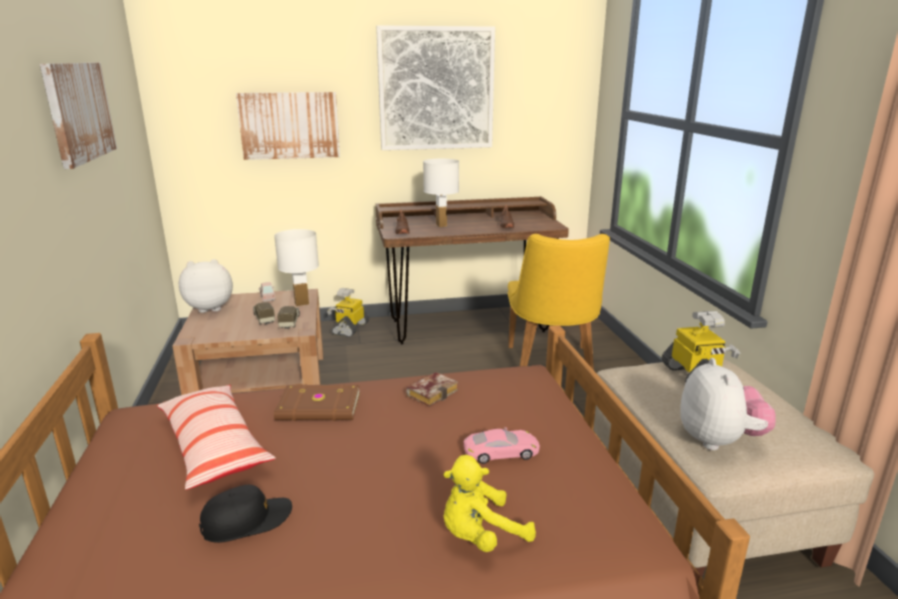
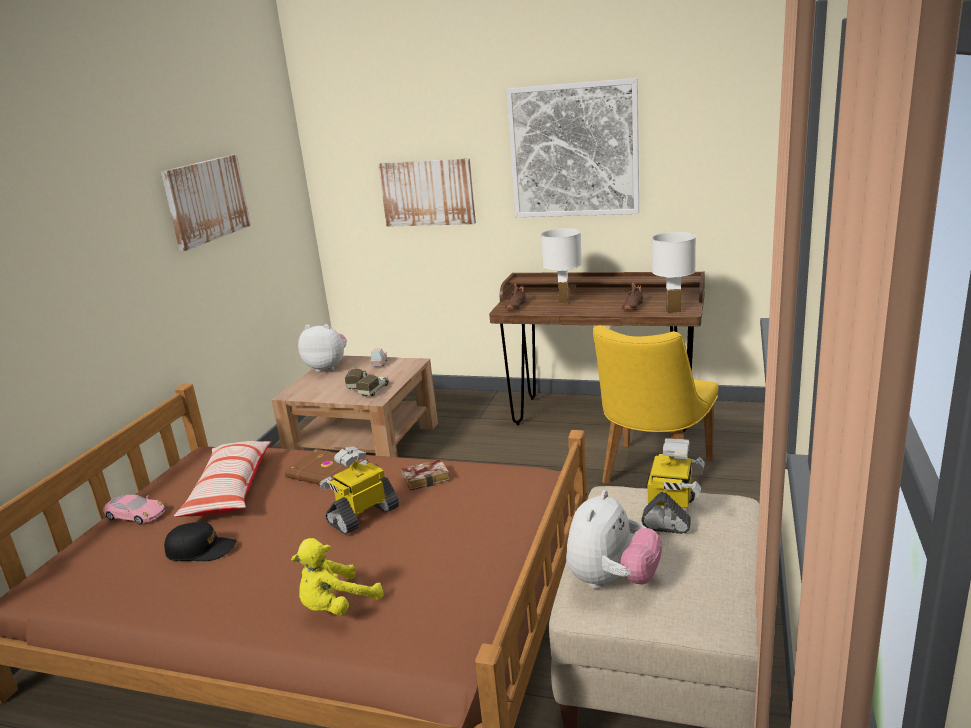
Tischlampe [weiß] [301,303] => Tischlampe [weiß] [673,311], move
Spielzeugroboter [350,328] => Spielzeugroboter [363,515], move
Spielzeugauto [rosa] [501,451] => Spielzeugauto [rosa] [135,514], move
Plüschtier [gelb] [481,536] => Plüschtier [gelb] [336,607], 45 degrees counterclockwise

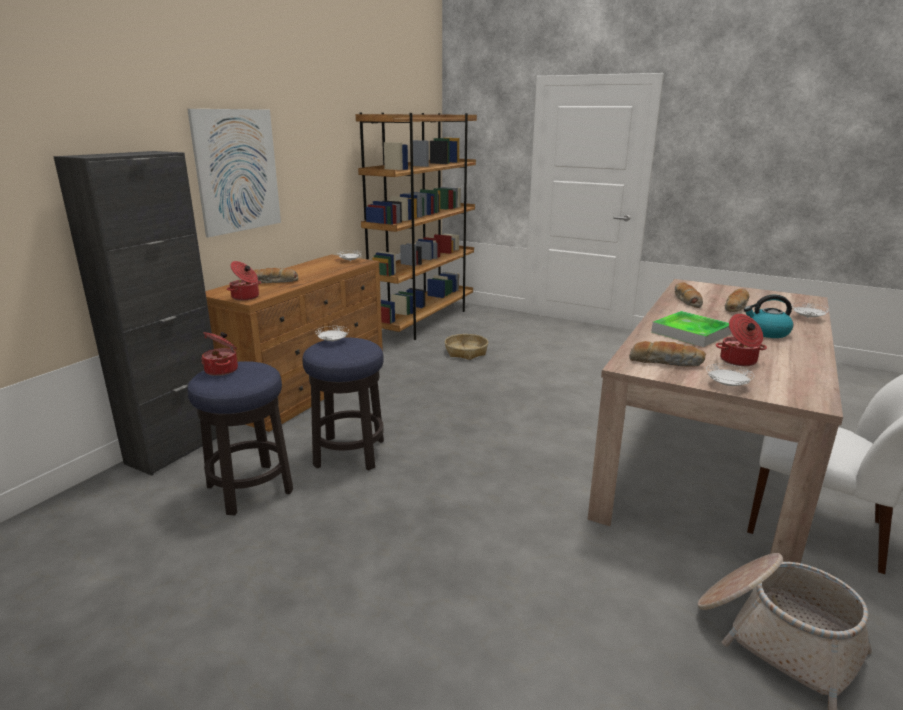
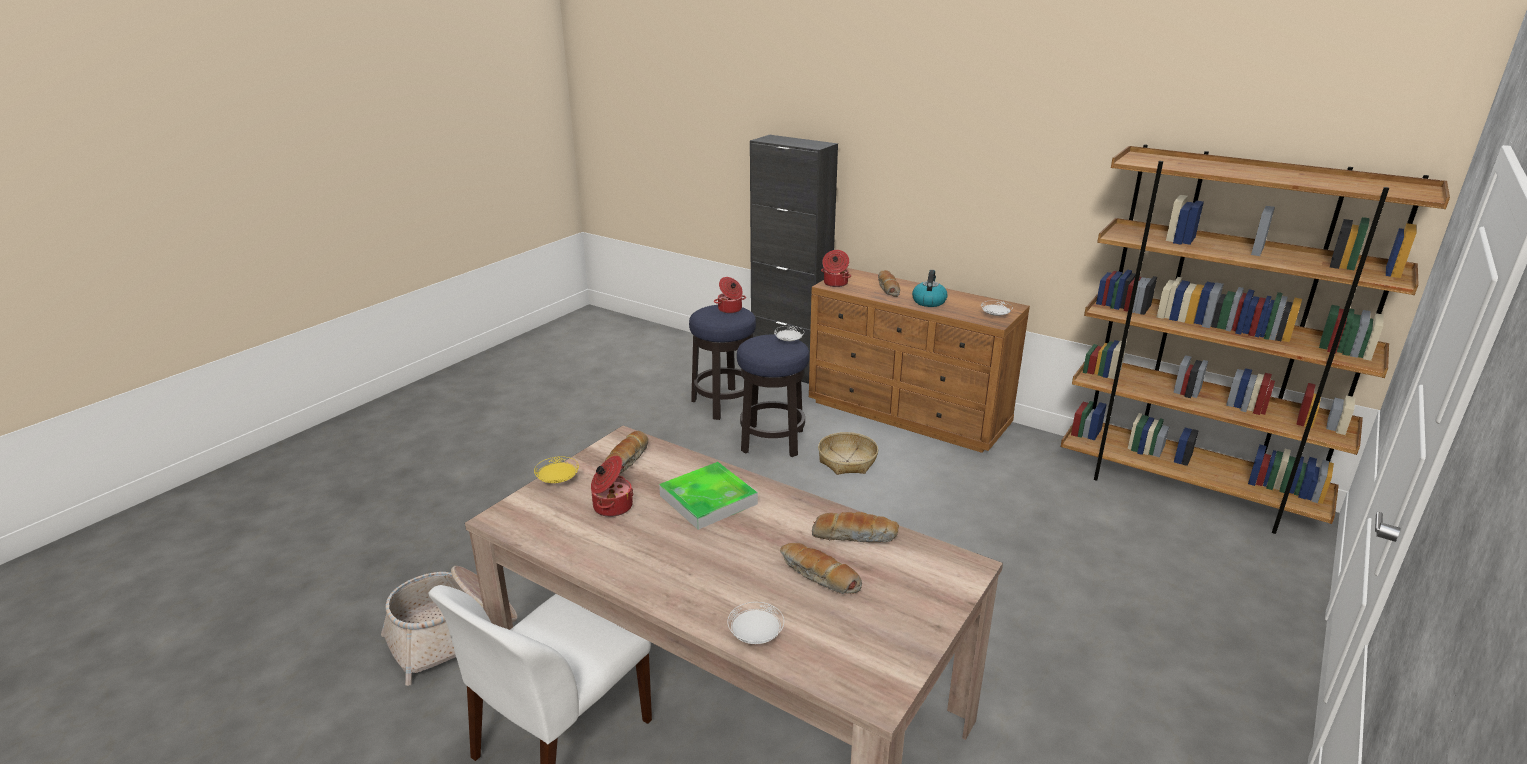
Bild [237,171] => nothing
Wasserkessel [766,332] => Wasserkessel [928,301], move
Korb [466,352] => Korb [847,461], move
Teller [weiß] [727,385] => Teller [gelb] [557,480]

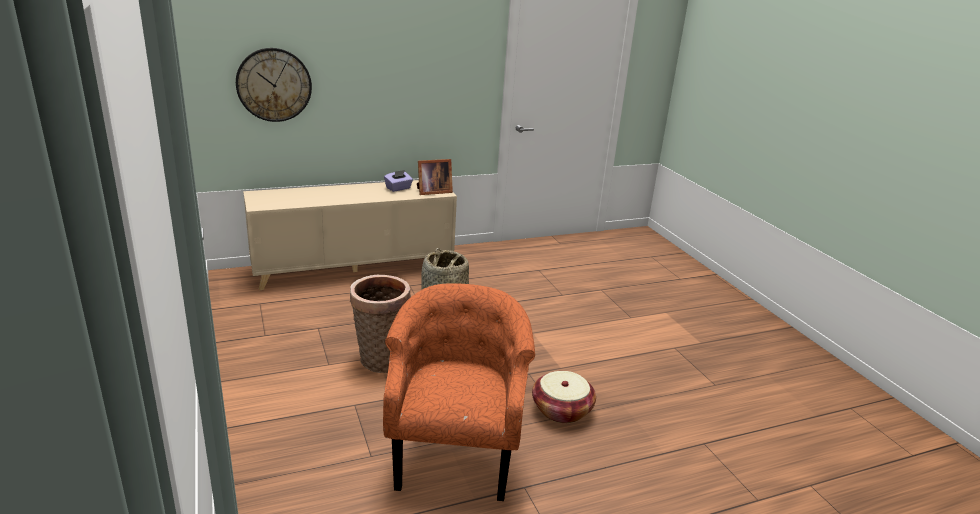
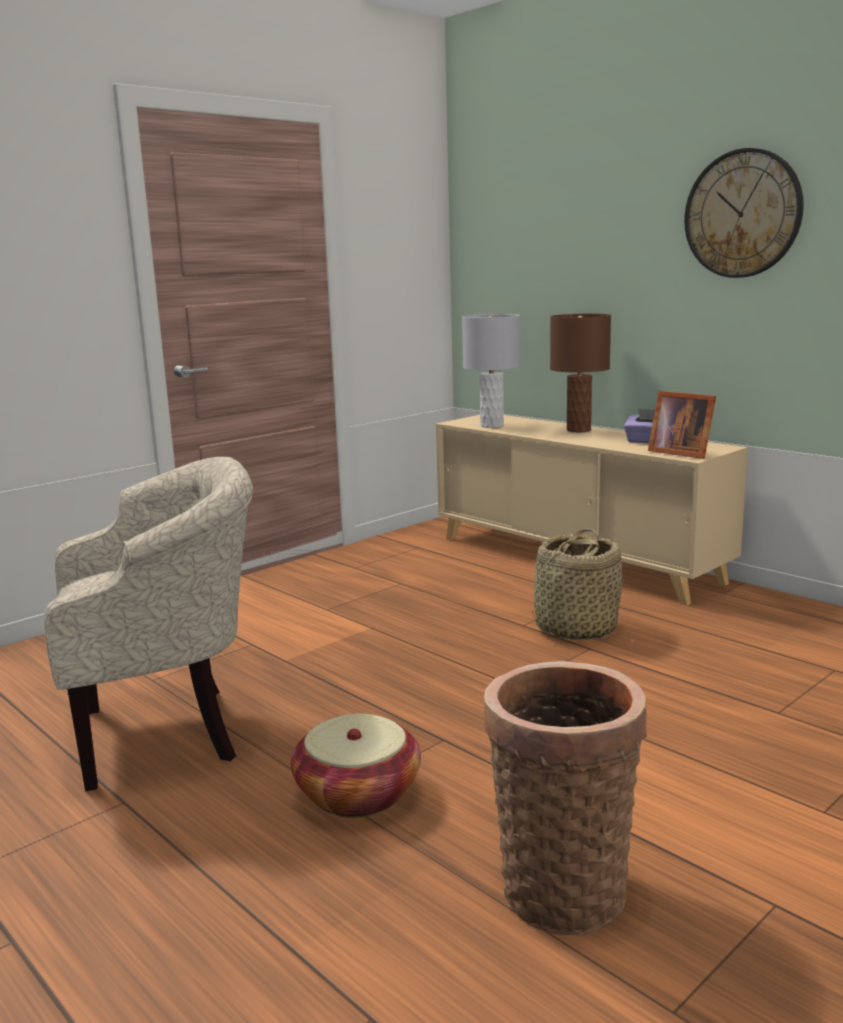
Wanduhr [274,85] => Wanduhr [742,214], move
Korb [380,359] => Korb [562,886], move
Sessel [orange] [454,459] => Sessel [beige] [169,732]
nothing => Tischlampe [grau] [492,425]
nothing => Tischlampe [braun] [579,430]

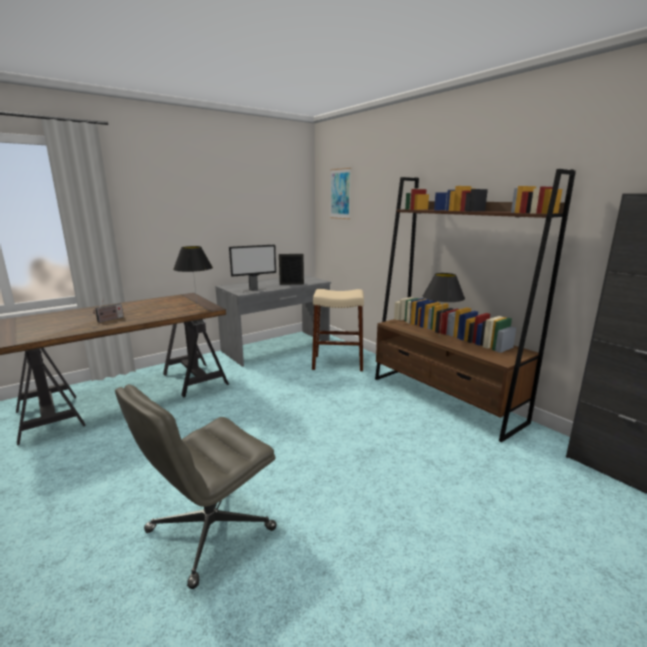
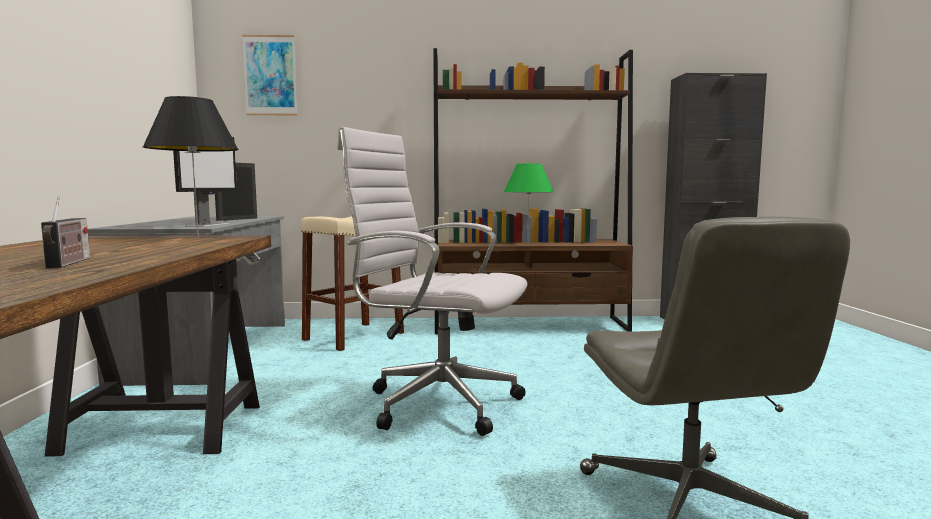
Tischlampe [schwarz] [439,337] => Tischlampe [grün] [527,243]
nothing => Bürostuhl [weiß] [436,402]

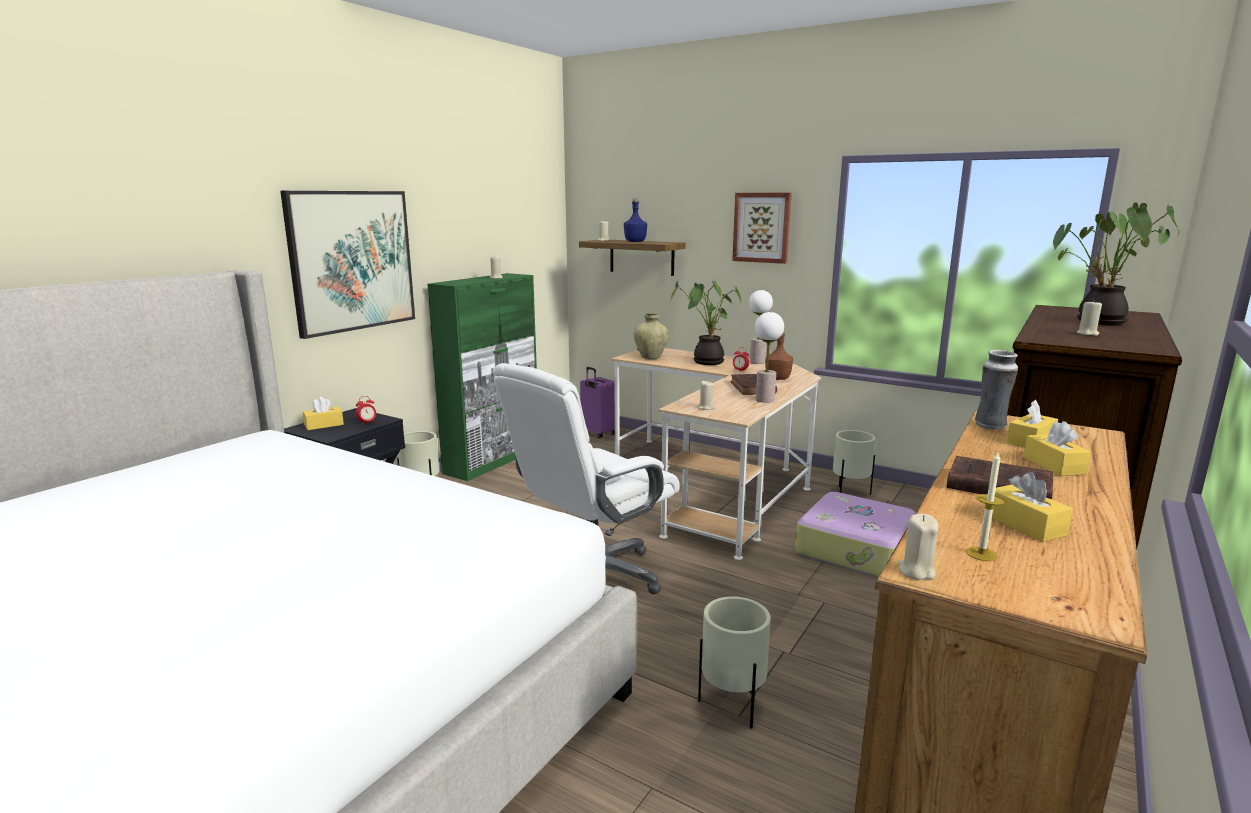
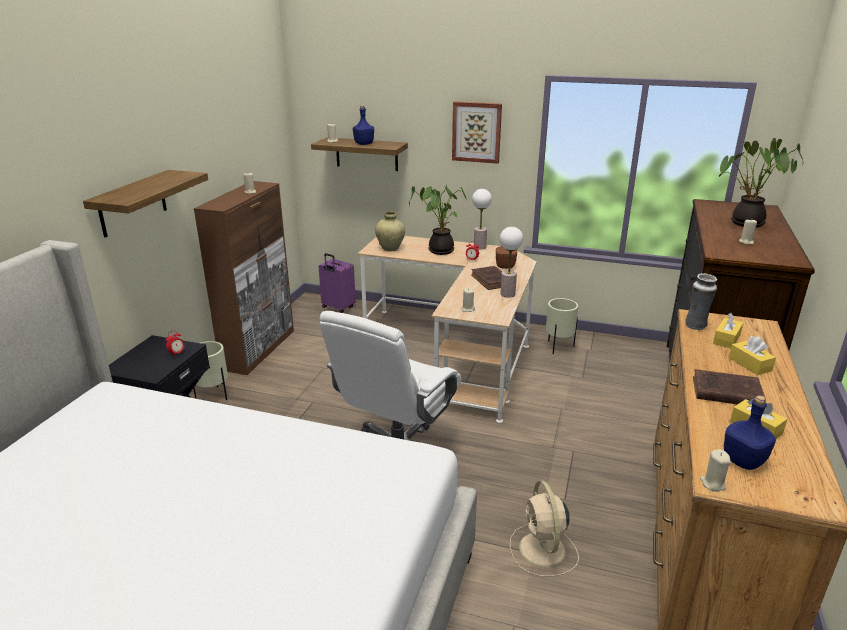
Bild [352,261] => Wandregal [132,203]
Schrank [grün] [493,460] => Schrank [braun] [259,349]
Taschentuchbox [gelb] [324,425] => nothing
Kerze [981,554] => Flasche [blau] [742,460]
Koffer [857,549] => nothing
Pflanzkübel [beige] [732,706] => Ventilator [beige] [543,551]

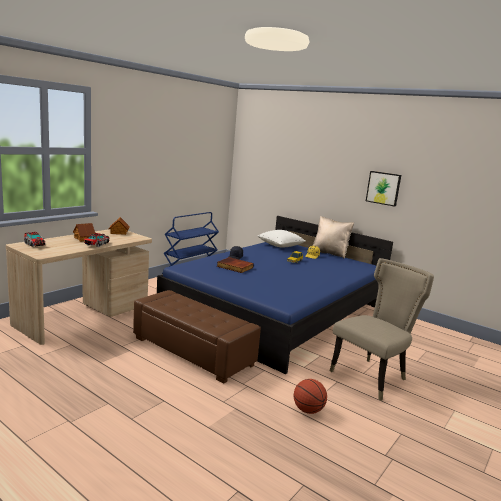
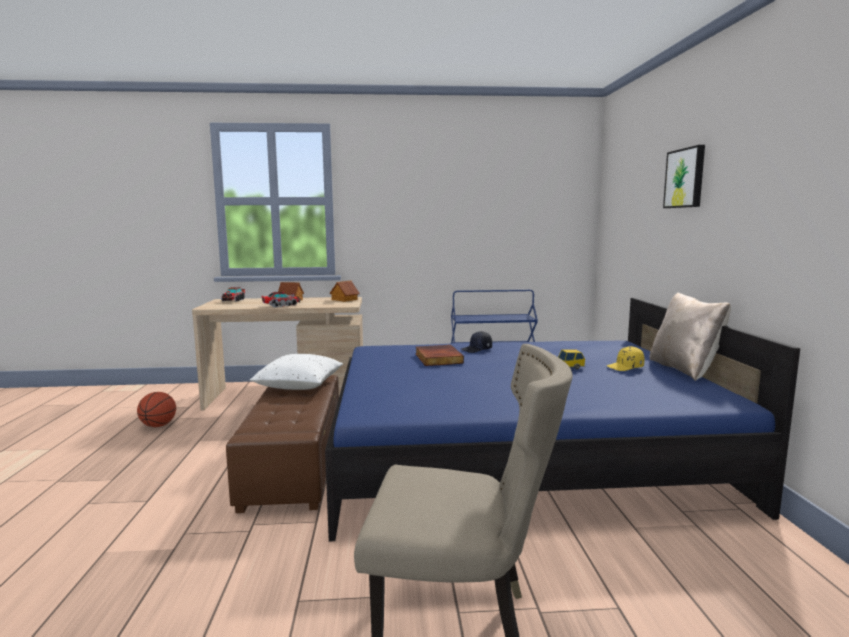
Bild [383,188] => Bild [685,178], move
Kissen [weiß] [280,246] => Kissen [weiß] [299,386], move
Basketball [308,410] => Basketball [158,425], move

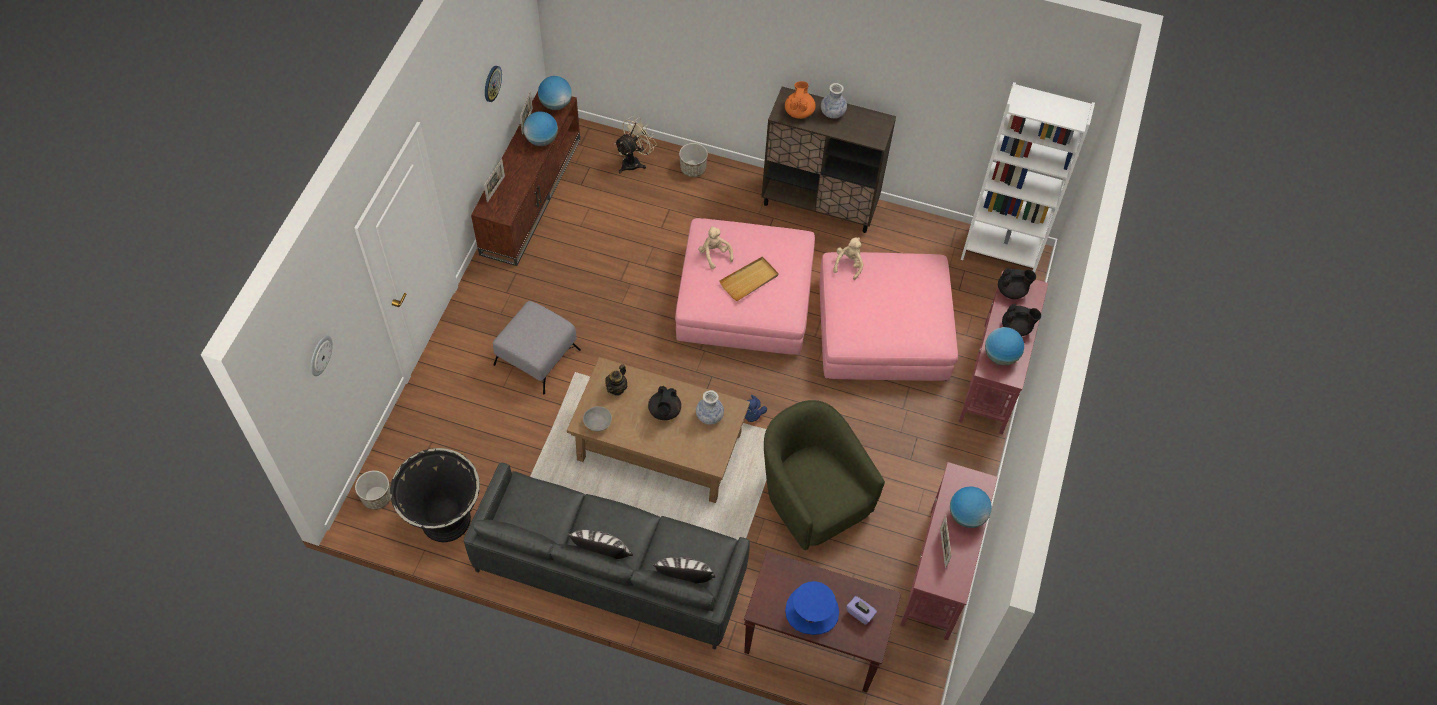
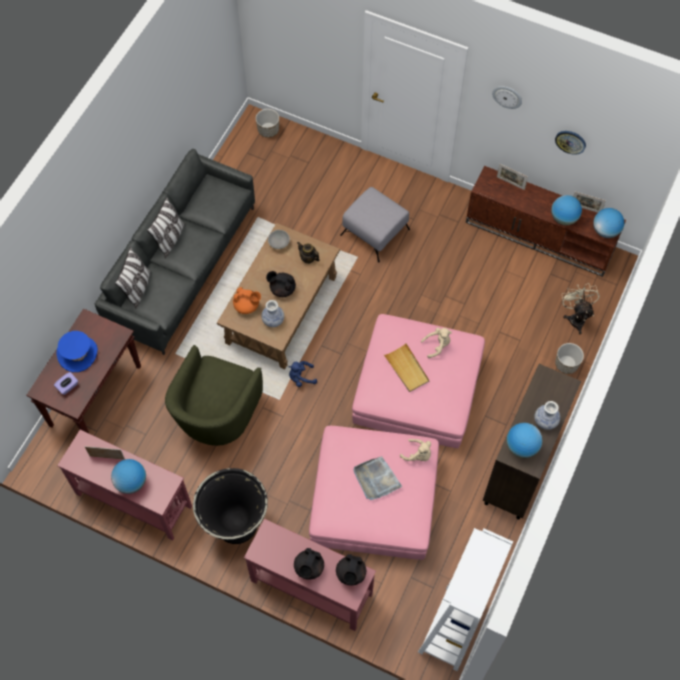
Teekanne [orange] [799,111] => Teekanne [orange] [247,306], move
Ventilator [beige] [634,161] => Ventilator [beige] [576,317], 150 degrees counterclockwise
Globus [1000,356] => Globus [521,446], move
Wanduhr [320,355] => Wanduhr [507,96], move
Sessel [grün] [813,498] => Sessel [grün] [216,414], 135 degrees clockwise
Pflanzkübel [schwarz] [445,521] => Pflanzkübel [schwarz] [235,524], move
nothing => Tablett [grau] [376,479]

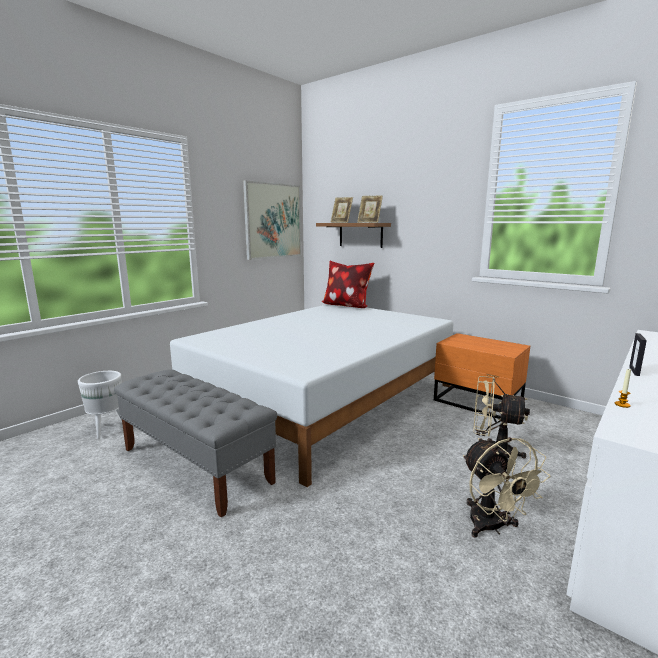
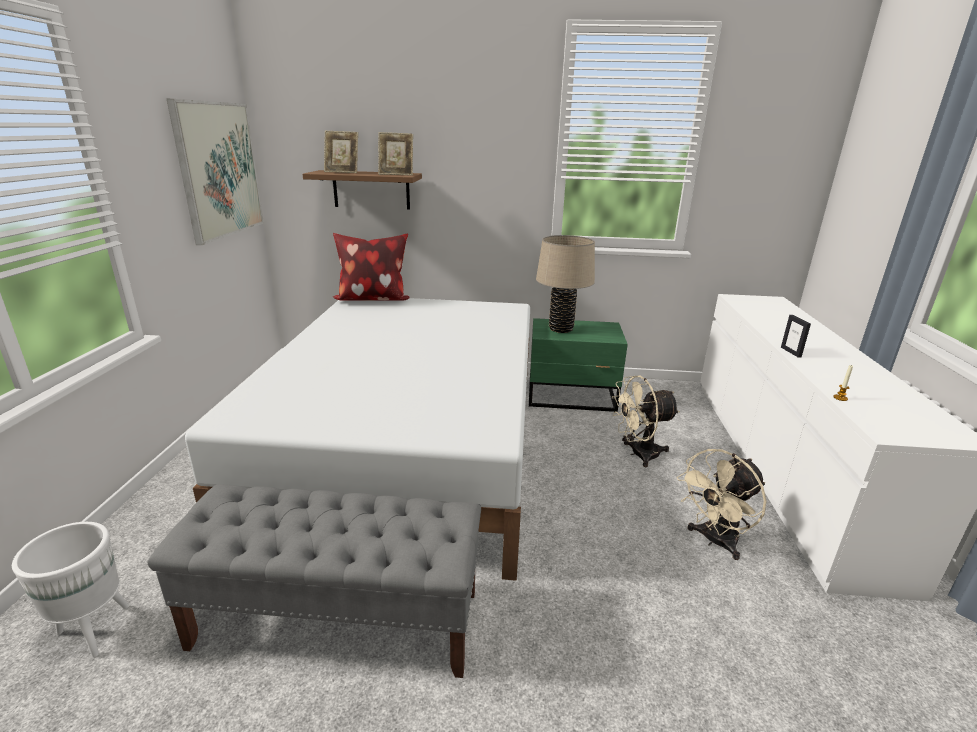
Nachttisch [orange] [478,403] => Nachttisch [grün] [572,397]
Ventilator [beige] [492,527] => Ventilator [beige] [714,541], 105 degrees clockwise
nothing => Tischlampe [beige] [561,329]

